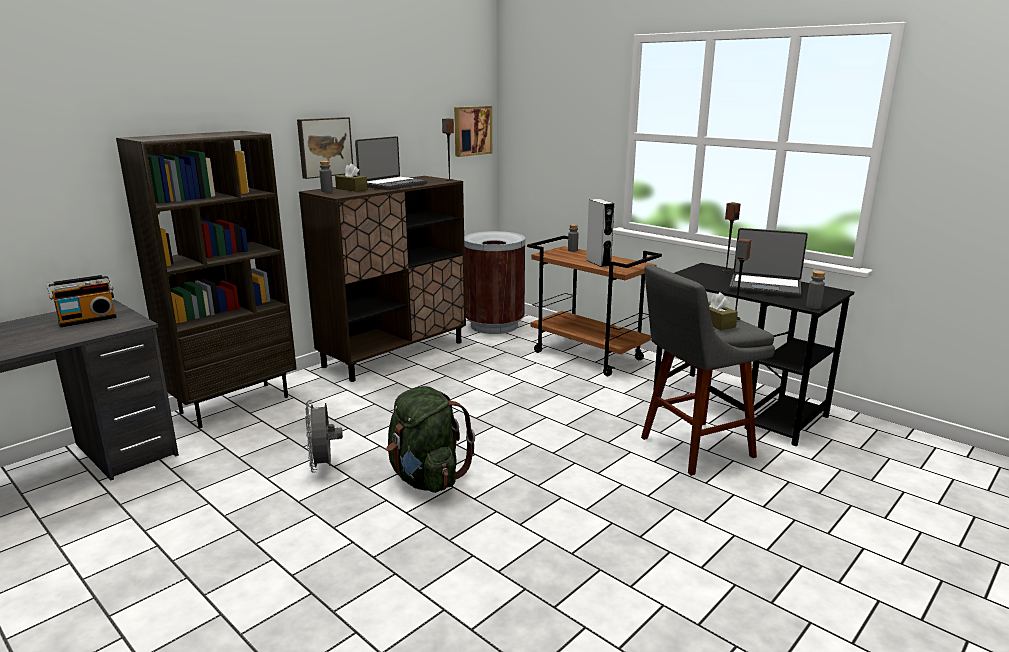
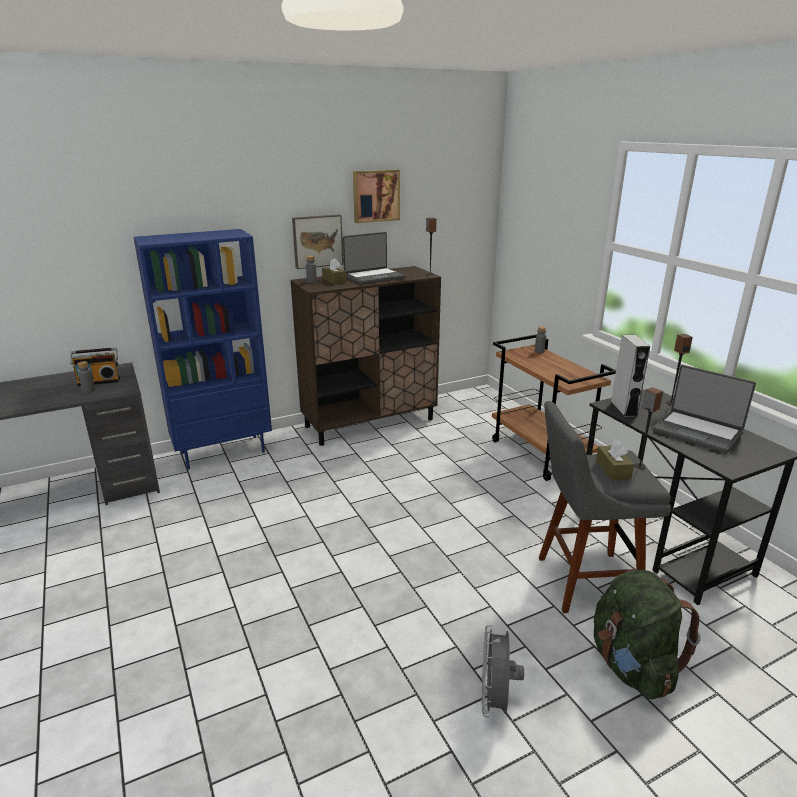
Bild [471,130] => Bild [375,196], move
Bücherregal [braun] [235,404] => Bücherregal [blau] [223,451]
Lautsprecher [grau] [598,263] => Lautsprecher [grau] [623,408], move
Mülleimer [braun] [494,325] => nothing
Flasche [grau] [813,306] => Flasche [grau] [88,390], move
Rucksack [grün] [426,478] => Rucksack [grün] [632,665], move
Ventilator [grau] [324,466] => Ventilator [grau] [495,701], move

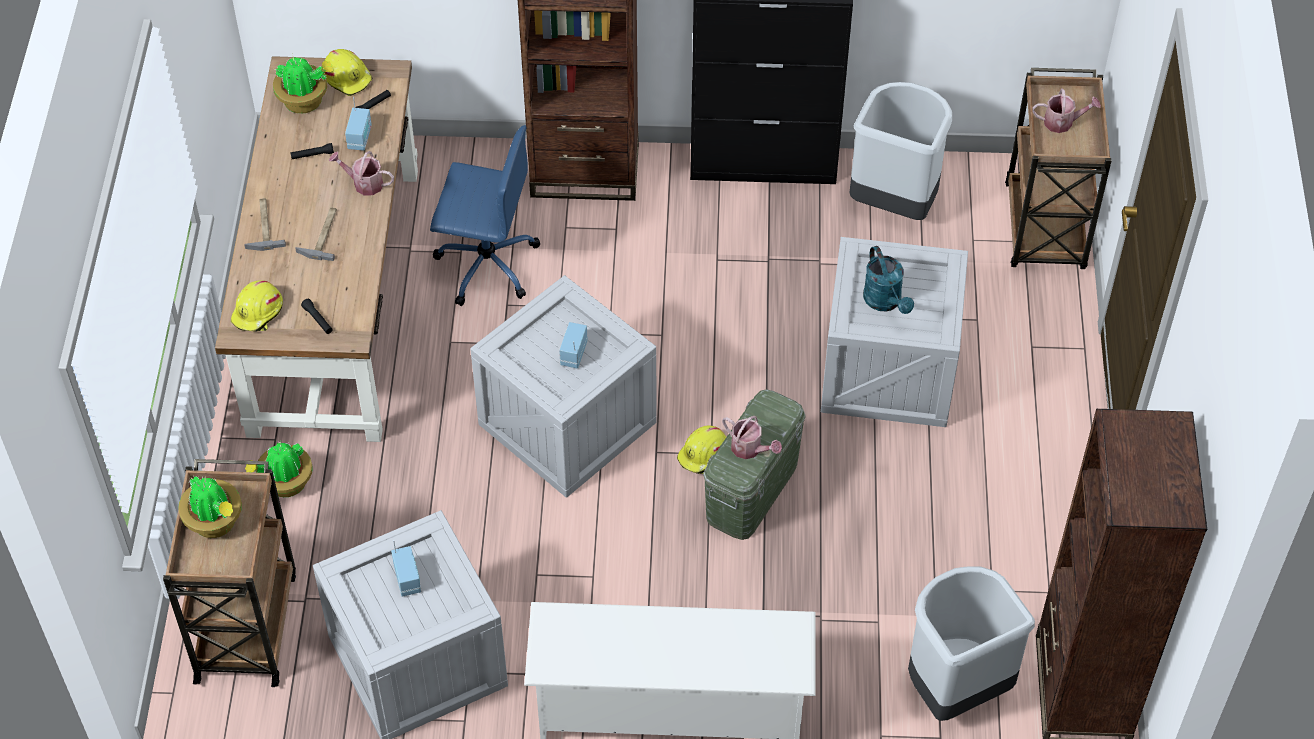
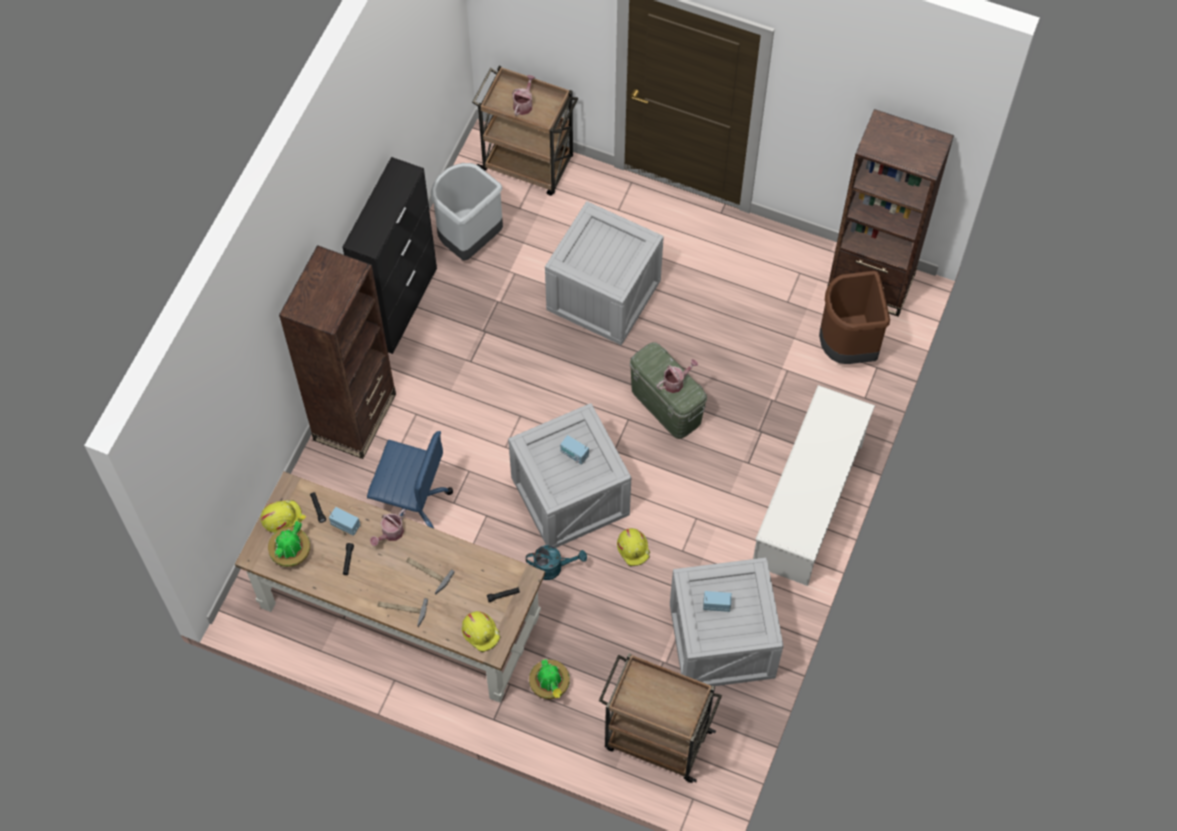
Bürostuhl [blau] [485,264] => Bürostuhl [blau] [411,505], 75 degrees clockwise
Gießkanne [türkis] [885,302] => Gießkanne [türkis] [553,567], move
Schutzhelm [gelb] [704,455] => Schutzhelm [gelb] [634,548], move
Topfpflanze [215,523] => nothing
Mülleimer [grau] [955,688] => Mülleimer [braun] [847,347]

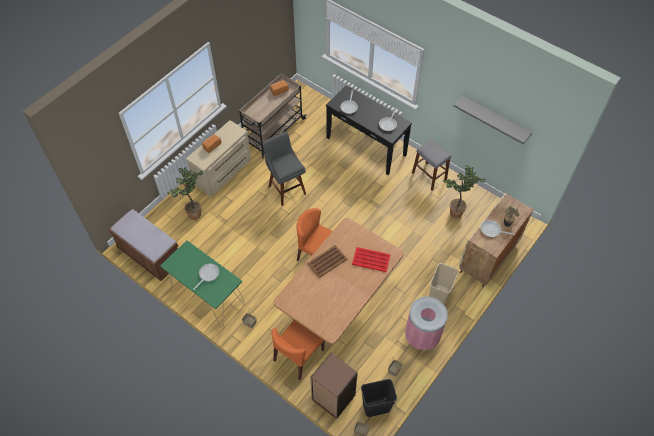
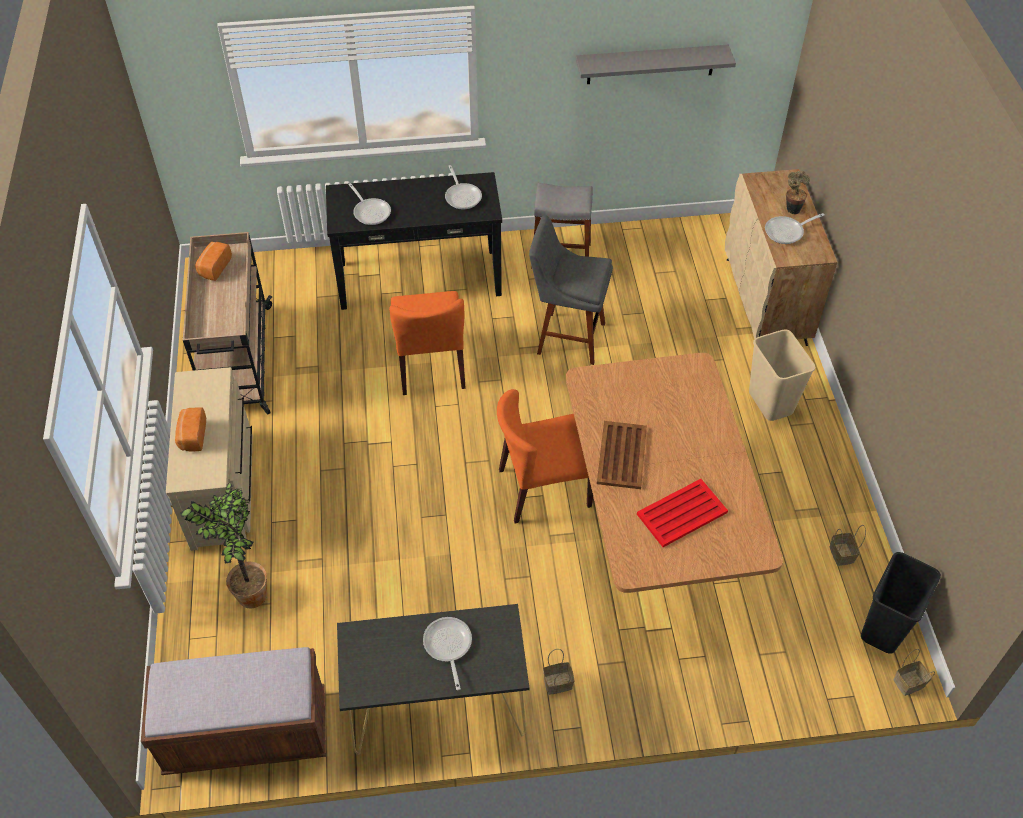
Hocker [grau] [286,188] => Hocker [grau] [567,337], move
Topfpflanze [457,212] => nothing
Konsolentisch [grün] [207,296] => Konsolentisch [schwarz] [436,707]
Tablett [rot] [371,260] => Tablett [rot] [682,513], move
Mülleimer [rosa] [422,336] => nothing
Stuhl [orange] [298,355] => Stuhl [orange] [431,365], move
Bücherregal [braun] [333,398] => nothing

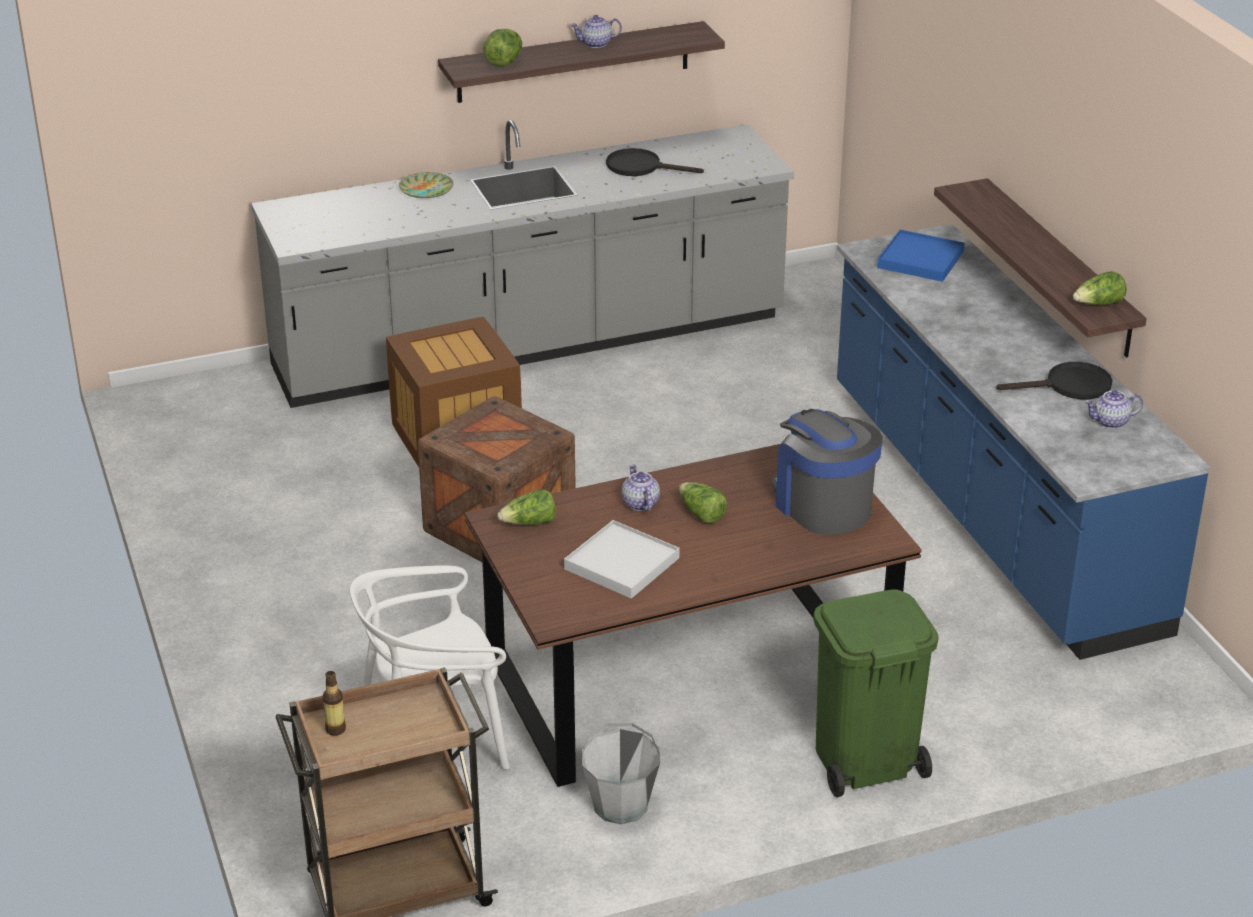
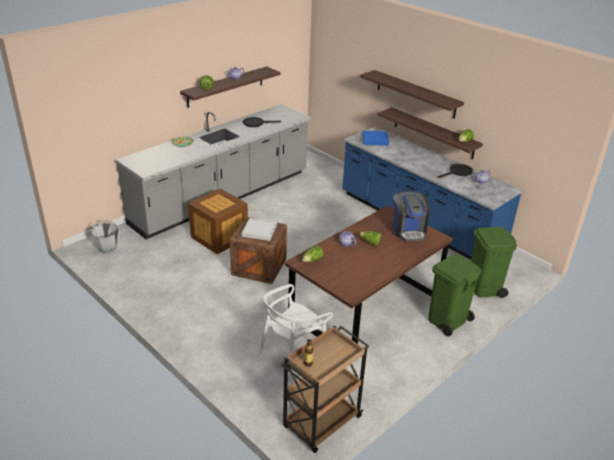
Kaffeemaschine [822,505] => Kaffeemaschine [408,230], 135 degrees counterclockwise
Tablett [weiß] [621,563] => Tablett [weiß] [259,231], move
Eimer [grau] [621,804] => Eimer [grau] [107,247], move
nothing => Wandregal [415,94]
nothing => Mülleimer [grün] [484,288]

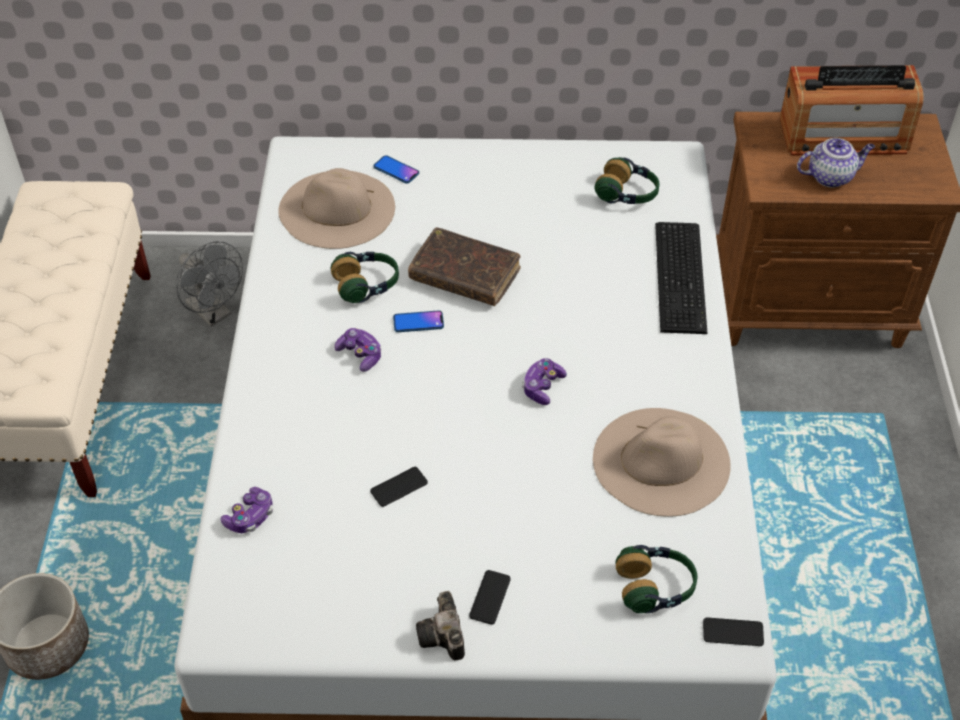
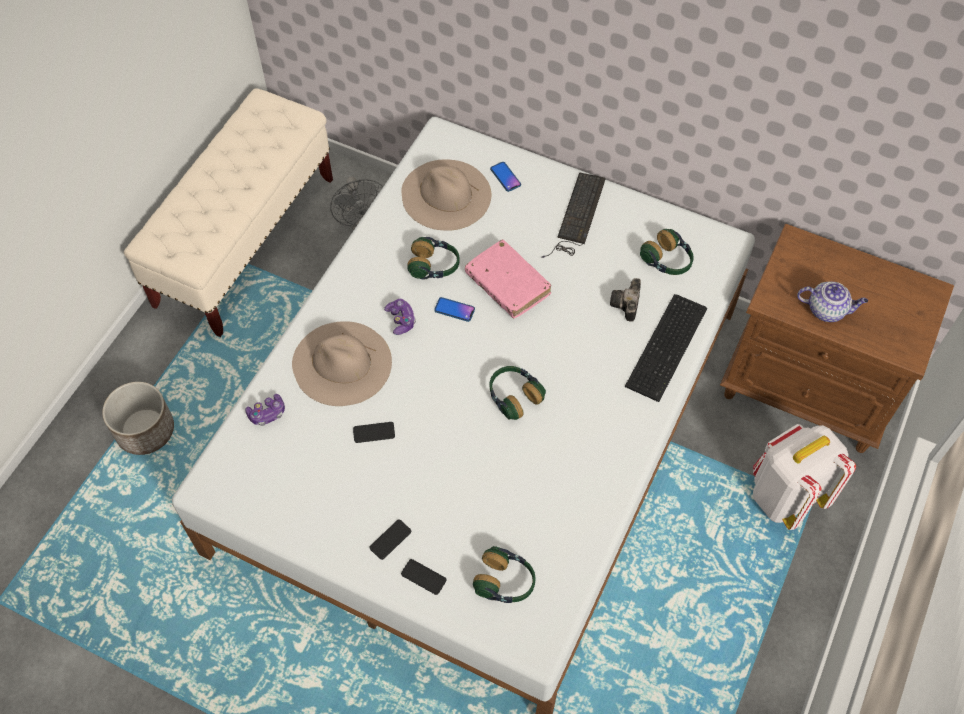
Radio [843,136] => nothing
Buch [braun] [465,275] => Buch [rosa] [507,284]
Gamepad [542,387] => Kopfhörer [513,396]
Hut [beige] [661,461] => Hut [beige] [341,363], move
Kamera [443,637] => Kamera [626,305], move
Handy [733,632] => Handy [423,577], move
nothing => Tastatur [577,216]
nothing => Rucksack [weiß] [785,496]

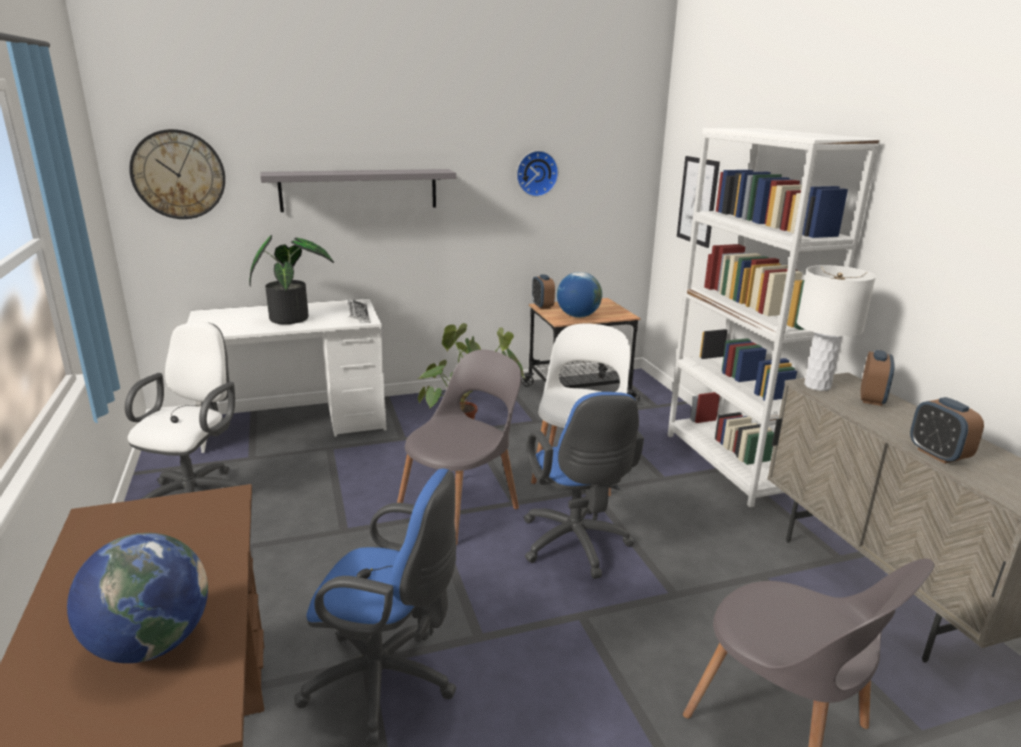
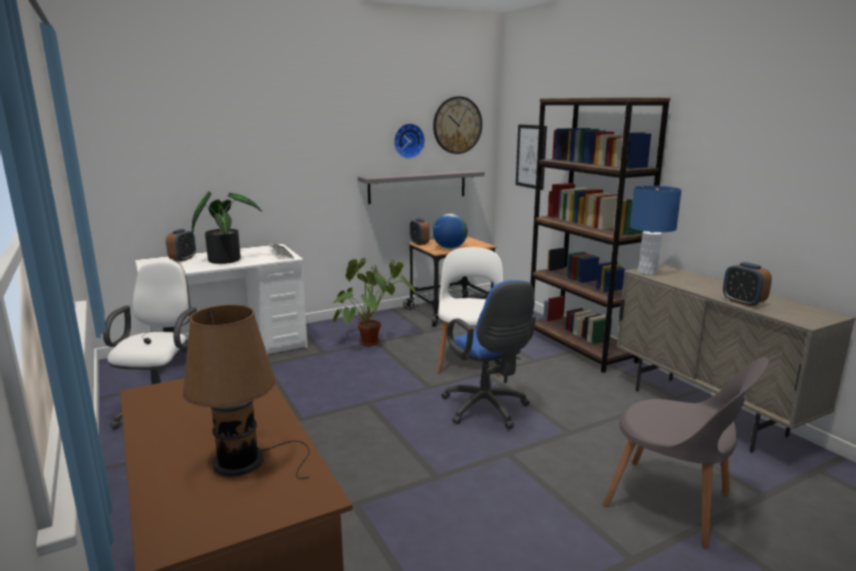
Bücherregal [weiß] [731,464] => Bücherregal [braun] [580,347]
Wanduhr [178,174] => Wanduhr [457,125], move
Wandregal [grau] [359,190] => Wandregal [grau] [417,186], move
Tischlampe [weiß] [817,386] => Tischlampe [blau] [647,272]
Stuhl [grau] [461,507] => nothing
Wecker [872,399] => Wecker [183,259], move
Bürostuhl [blau] [387,683] => nothing
Globus [151,644] => Tischlampe [braun] [245,461]

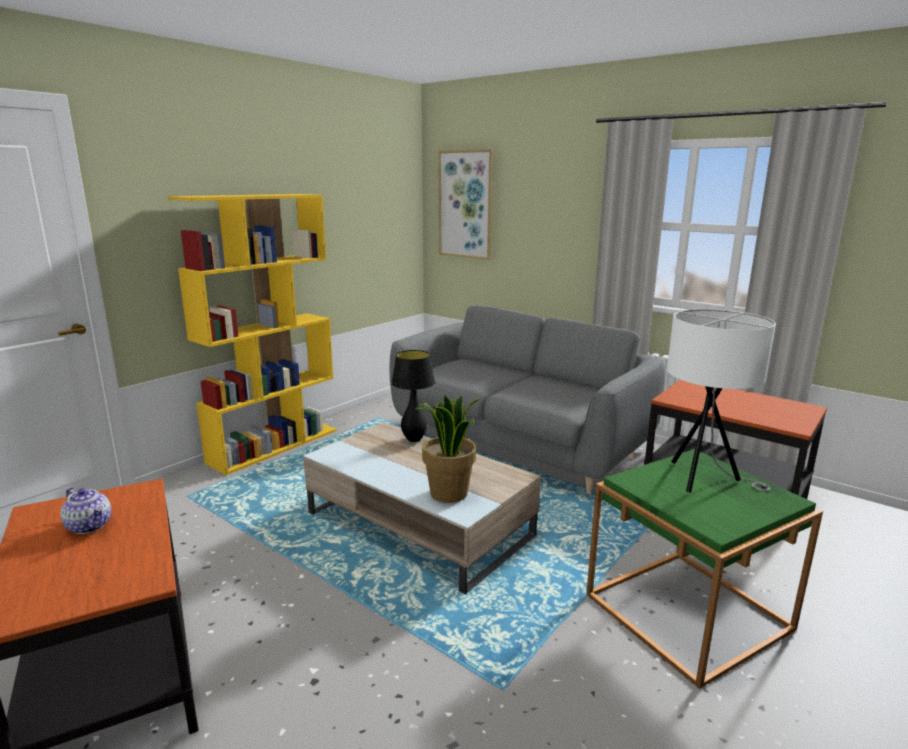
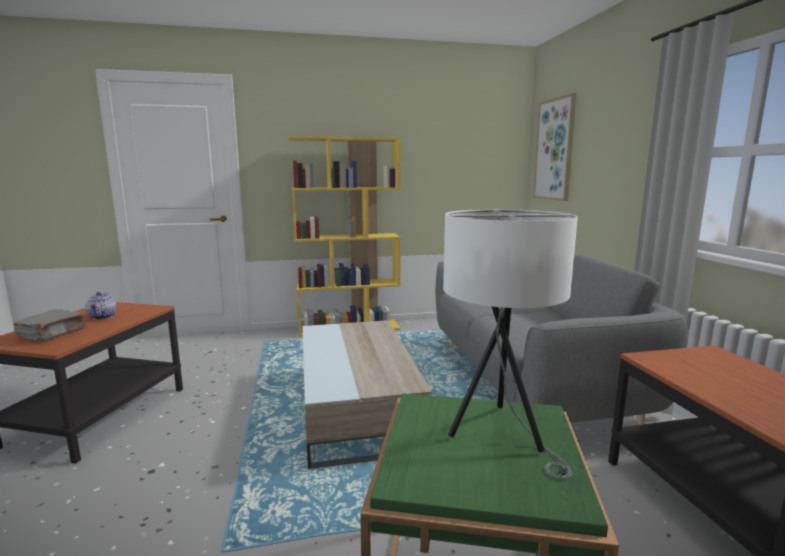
Tischlampe [schwarz] [414,439] => nothing
Topfpflanze [449,494] => nothing
nothing => Buch [grau] [53,334]

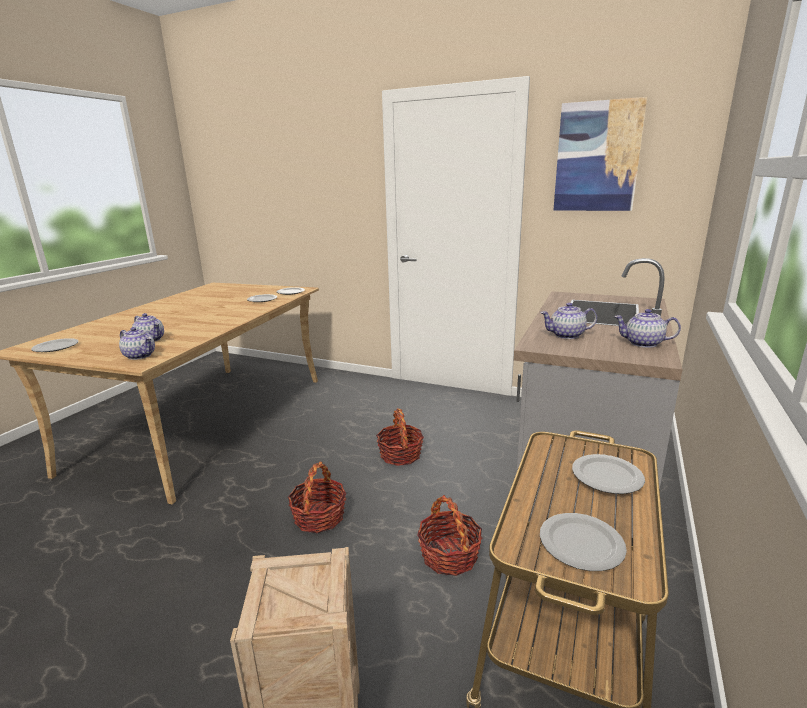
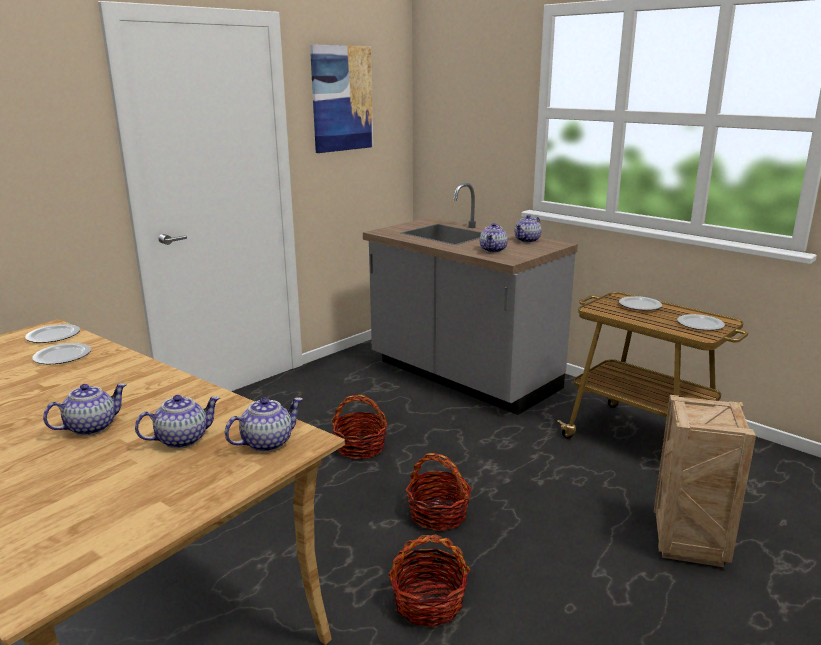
Teller [55,347] => nothing
Korb [449,555] => Korb [428,603], move
nothing => Teekanne [91,427]

